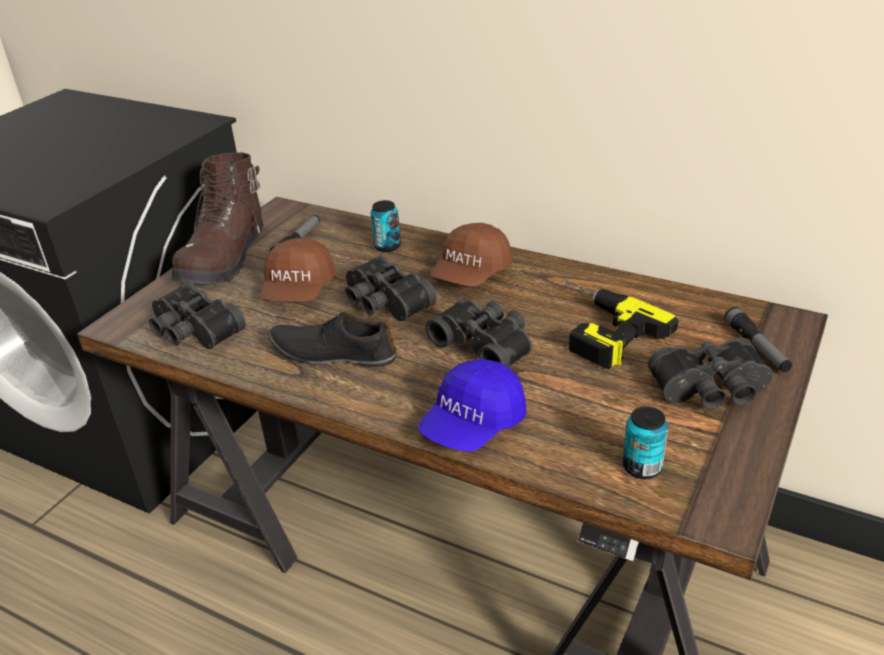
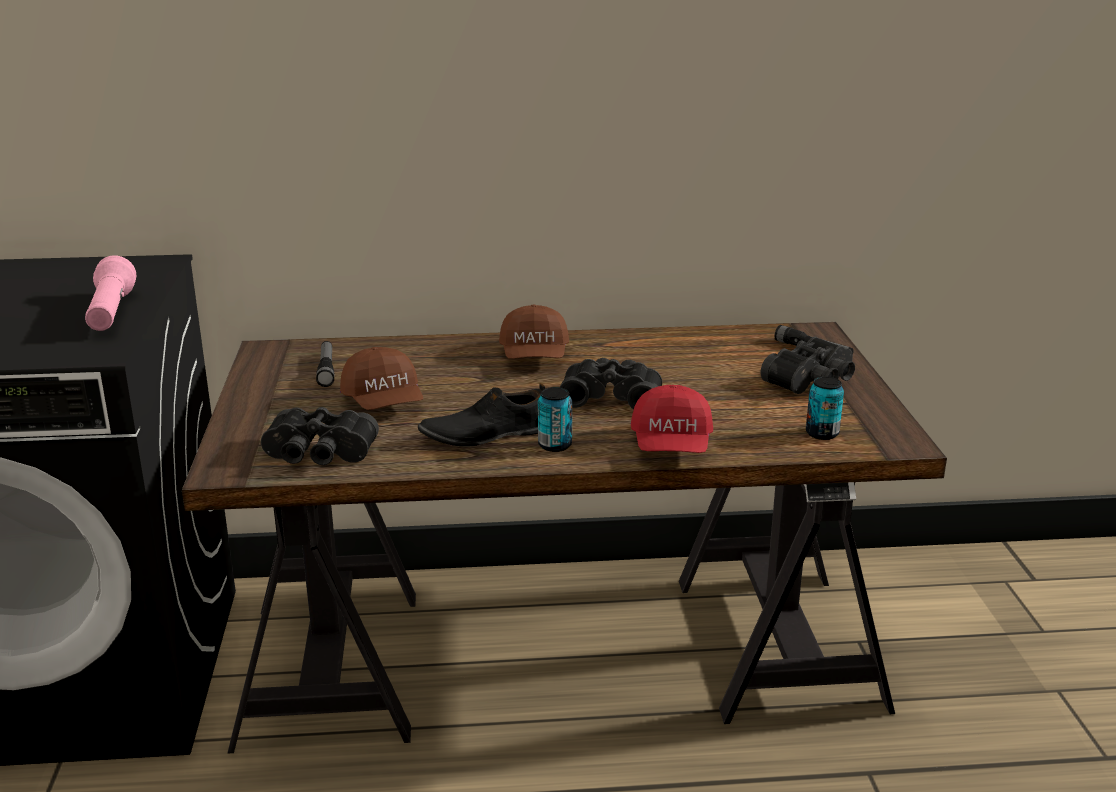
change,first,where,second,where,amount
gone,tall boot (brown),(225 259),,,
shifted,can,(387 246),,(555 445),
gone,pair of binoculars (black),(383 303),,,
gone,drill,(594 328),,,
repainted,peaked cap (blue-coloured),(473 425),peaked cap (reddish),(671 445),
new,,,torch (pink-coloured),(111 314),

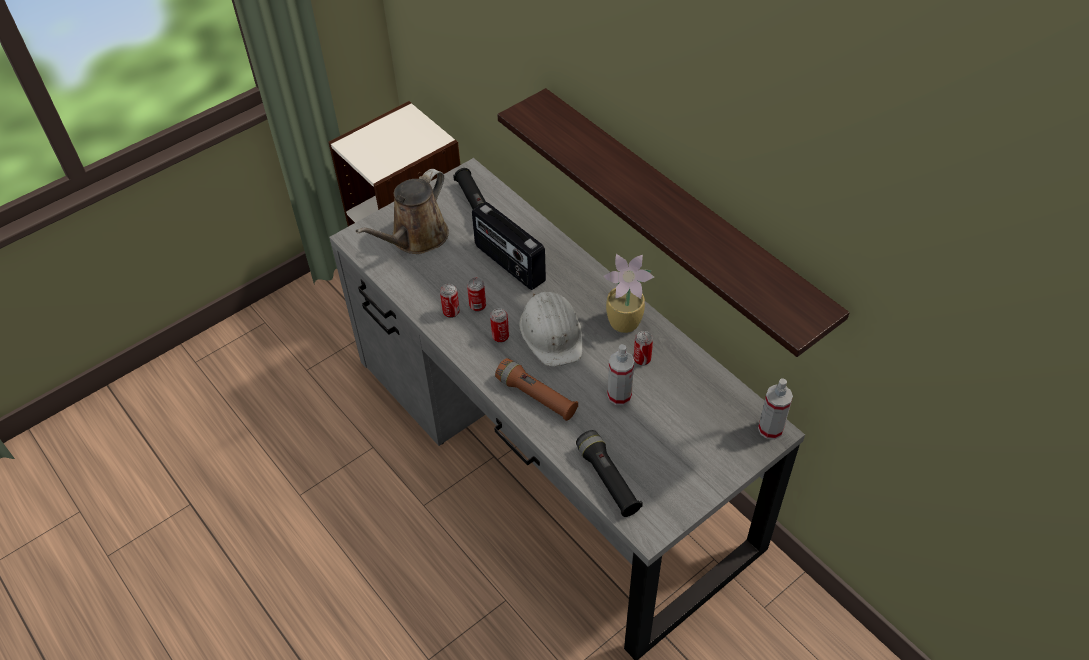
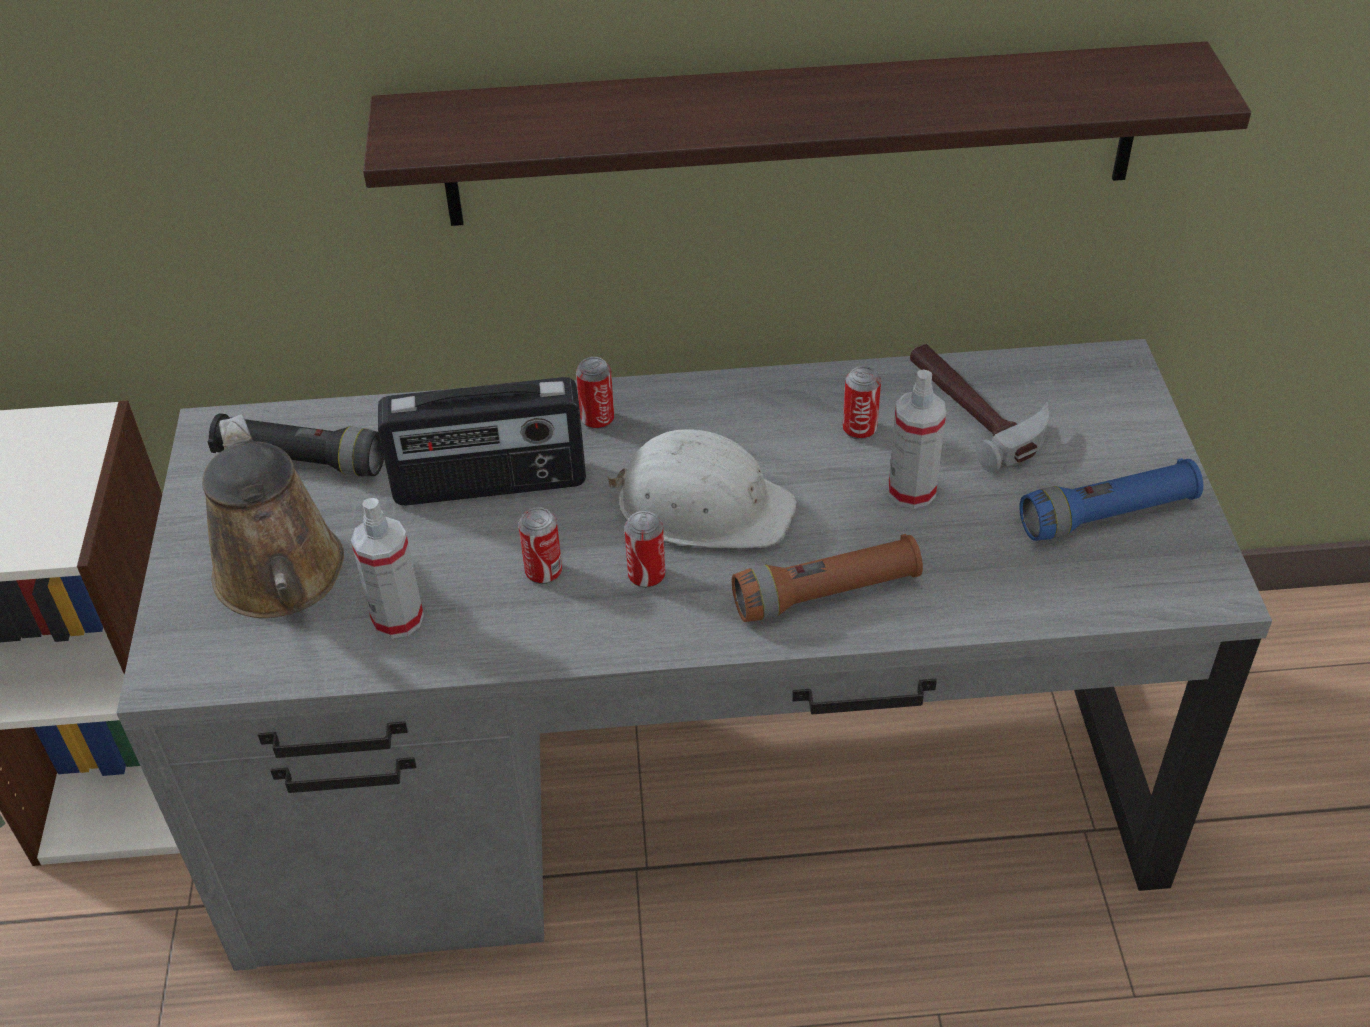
change,first,where,second,where,amount
gone,houseplant,(626 323),,,
shifted,can,(451 312),,(597 419),
shifted,sprayer,(770 429),,(397 619),
gone,torch (black),(608 480),,,
new,,,hand hammer,(976 411),
new,,,torch (blue-coloured),(1107 515),

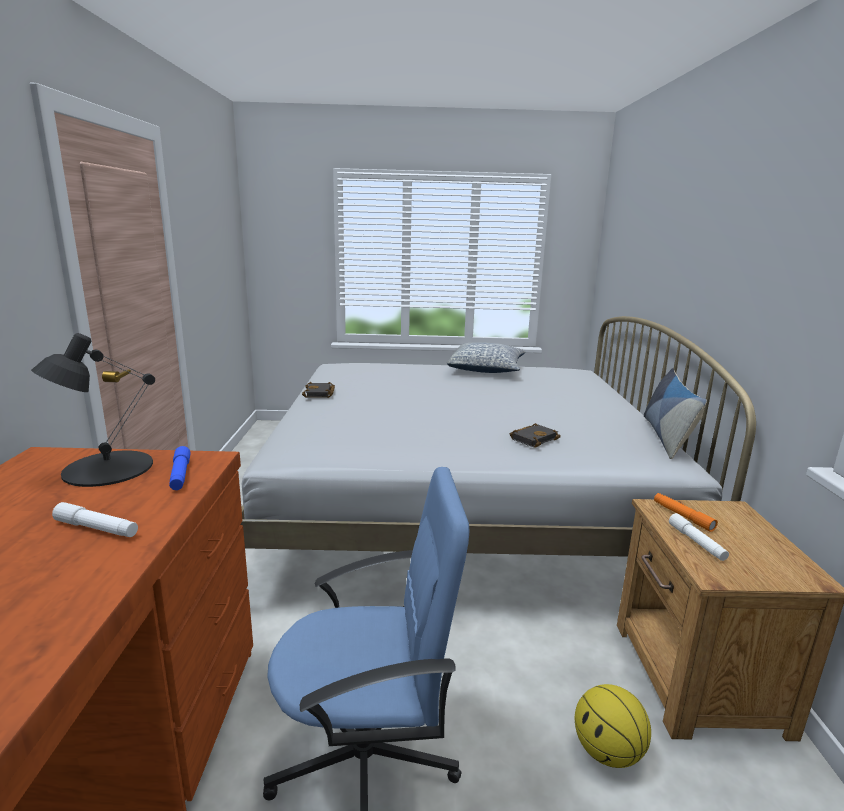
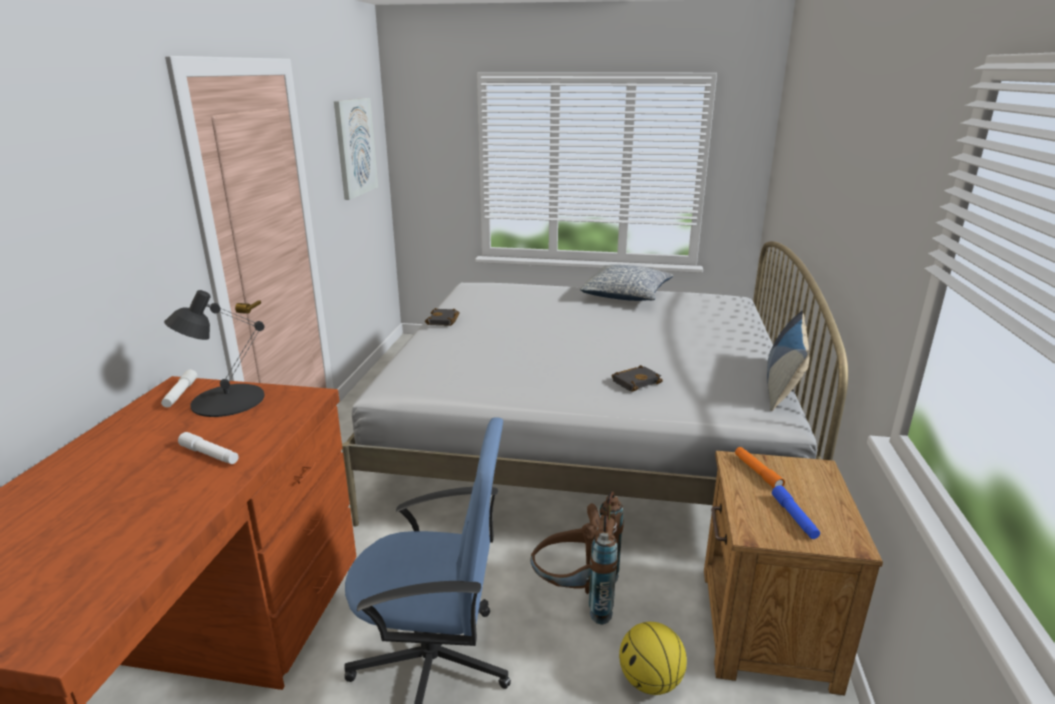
change,first,where,second,where,amount
shifted,torch (blue-coloured),(180 474),,(794 517),
shifted,torch (white-coloured),(696 542),,(180 394),
new,,,wall picture,(355 147),
new,,,rucksack (brown),(576 596),

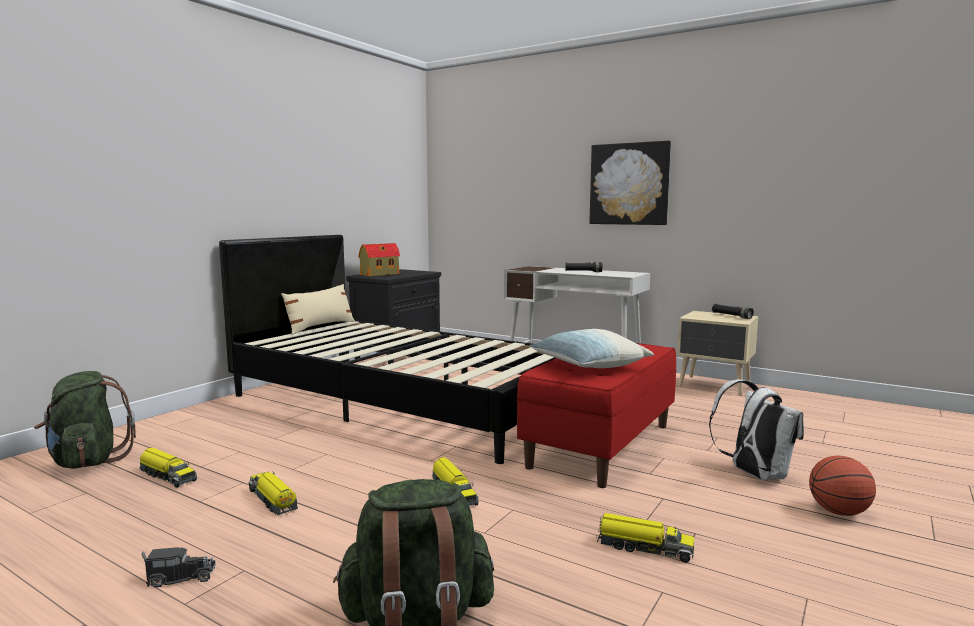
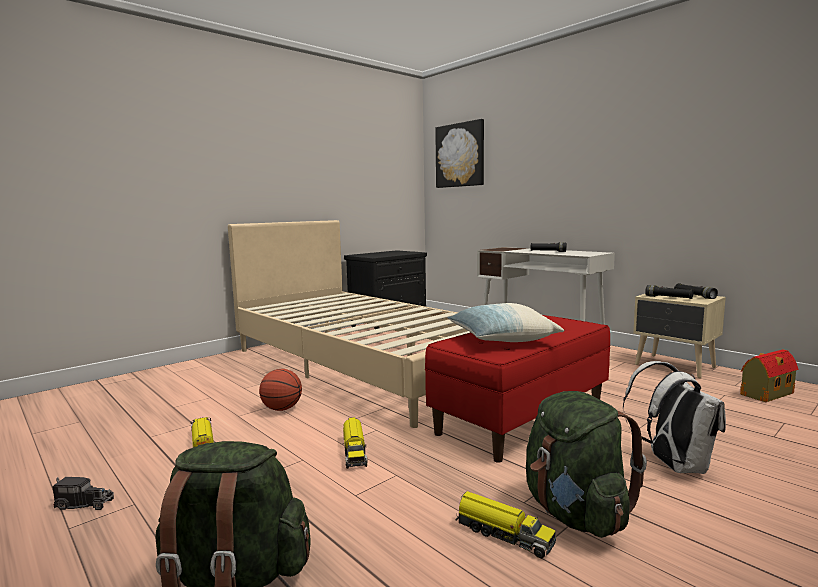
change,first,where,second,where,amount
shifted,wall picture,(629 184),,(460 155),
repainted,bed (black),(401 402),bed (beige),(365 364),
shifted,toy house,(379 274),,(766 394),
gone,pillow (beige),(320 327),,,
shifted,rucksack (green),(87 461),,(575 513),
gone,toy truck,(167 476),,,
shifted,basketball ball,(839 512),,(282 409),
new,,,torch (black),(668 297),

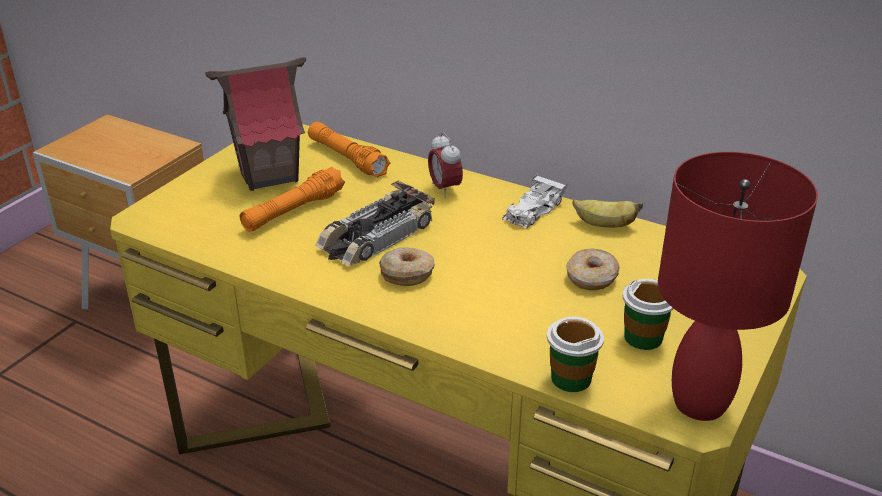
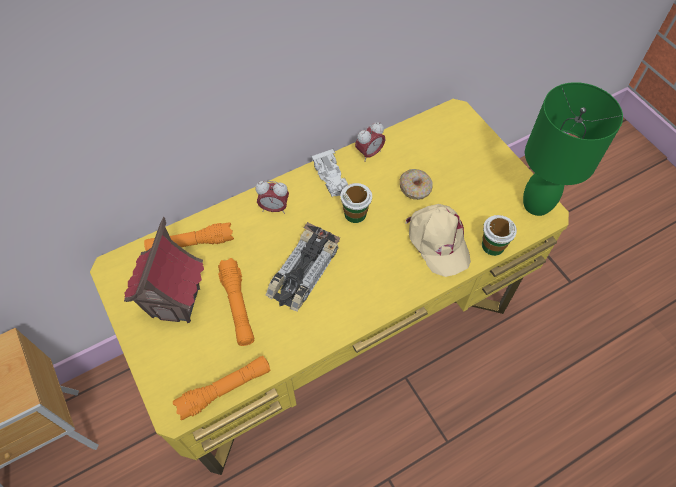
change,first,where,second,where,amount
repainted,lamp for a table (reddish),(698 402),lamp for a table (green),(535 204),
rotated,miniature car,(375 236),,(303 272),45 degrees clockwise
swapped,banana fruit,(604 225),bedside clock,(369 153),
gone,ring doughnut,(407 273),,,
shifted,drinking cup,(643 338),,(355 213),
new,,,peaked cap (beige),(437 241),
new,,,torch (orangey),(225 389),

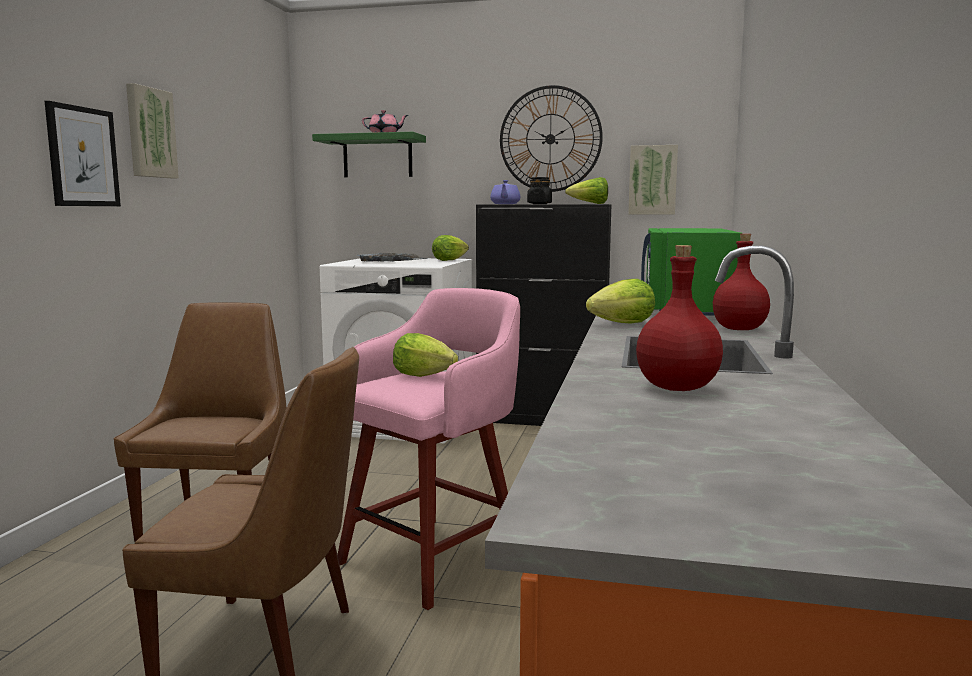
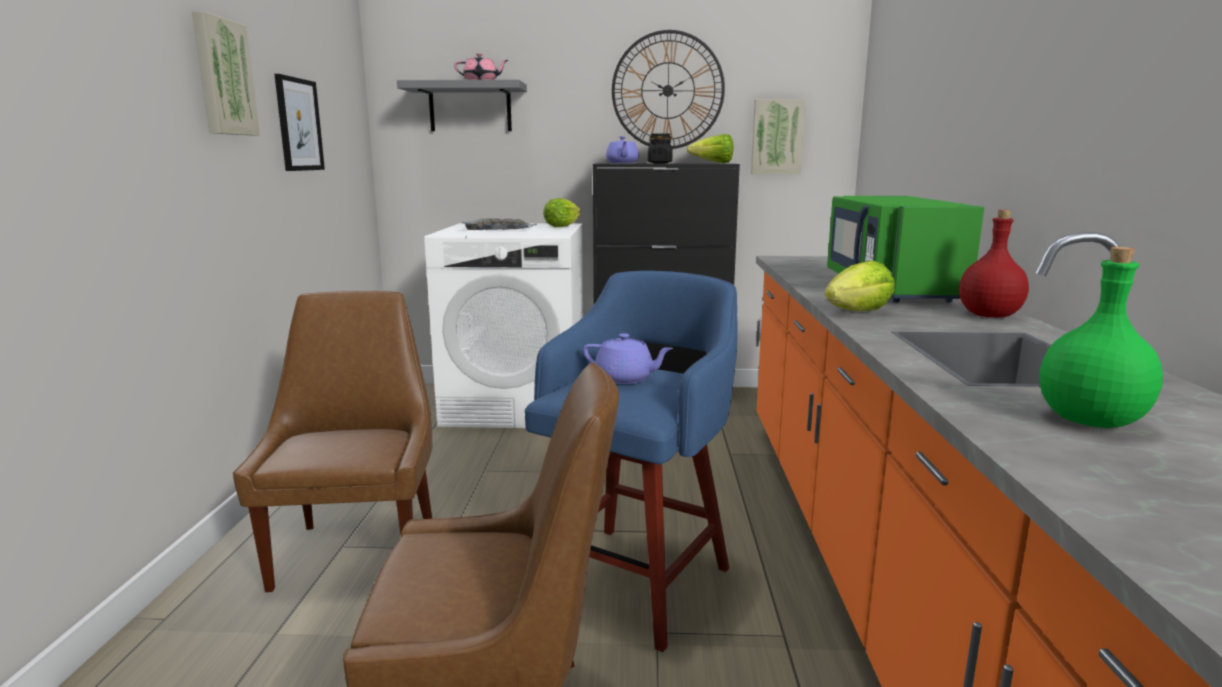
change,first,where,second,where,amount
shifted,wall picture,(82 157),,(299 125),
repainted,bracket shelf (green),(377 157),bracket shelf (gray),(470 108),
repainted,beverage bottle (reddish),(675 388),beverage bottle (green),(1089 421),
repainted,sitting stool (pink-coloured),(435 558),sitting stool (blue-coloured),(635 579),
swapped,lettuce head,(423 376),tea pot (purple),(625 378),

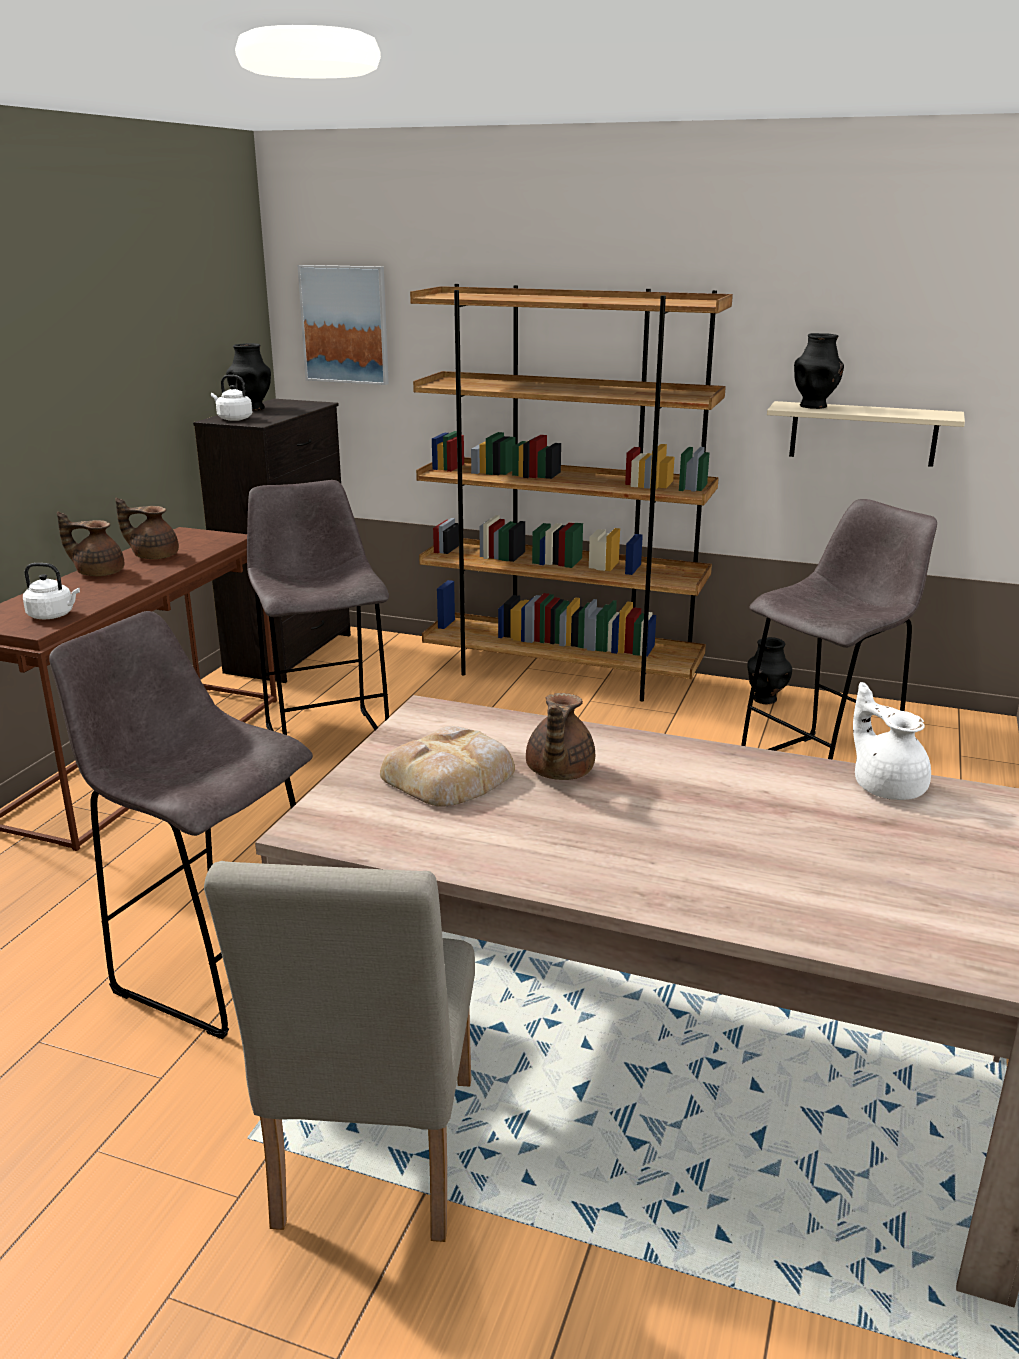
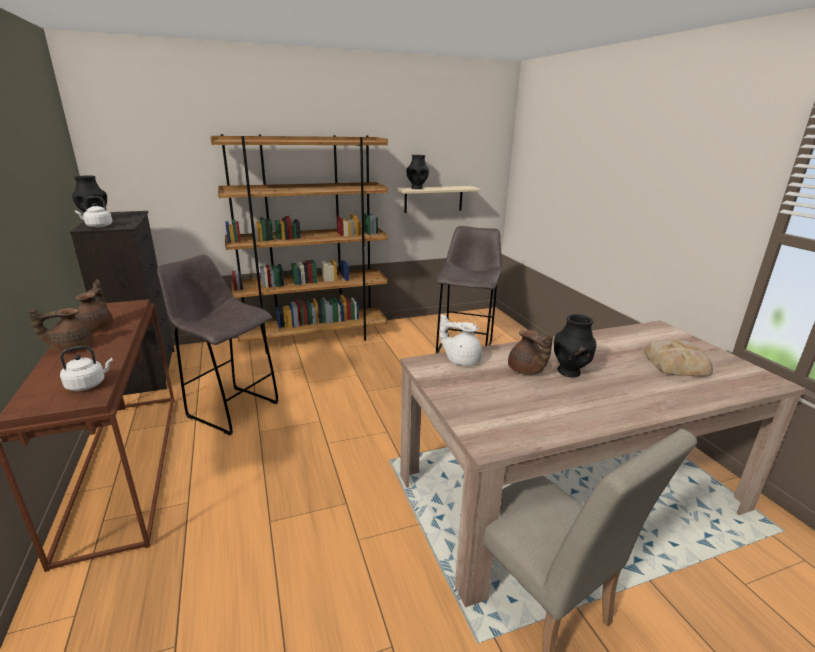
change,first,where,second,where,amount
gone,wall picture,(345 324),,,
rotated,tea pot (brown),(154 556),,(97 326),120 degrees clockwise
gone,sitting stool (gray),(214 968),,,
shifted,decorative vase (black),(765 699),,(569 372),
shifted,tea pot (white-coloured),(887 786),,(461 360),
shifted,bread,(451 776),,(676 363),

